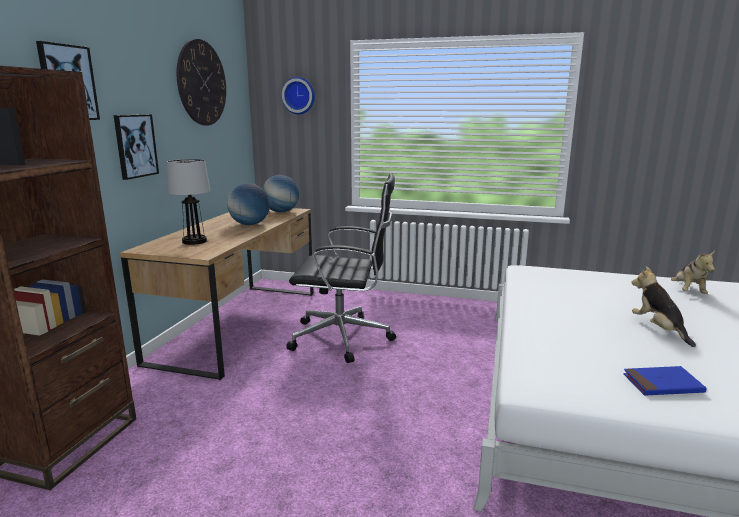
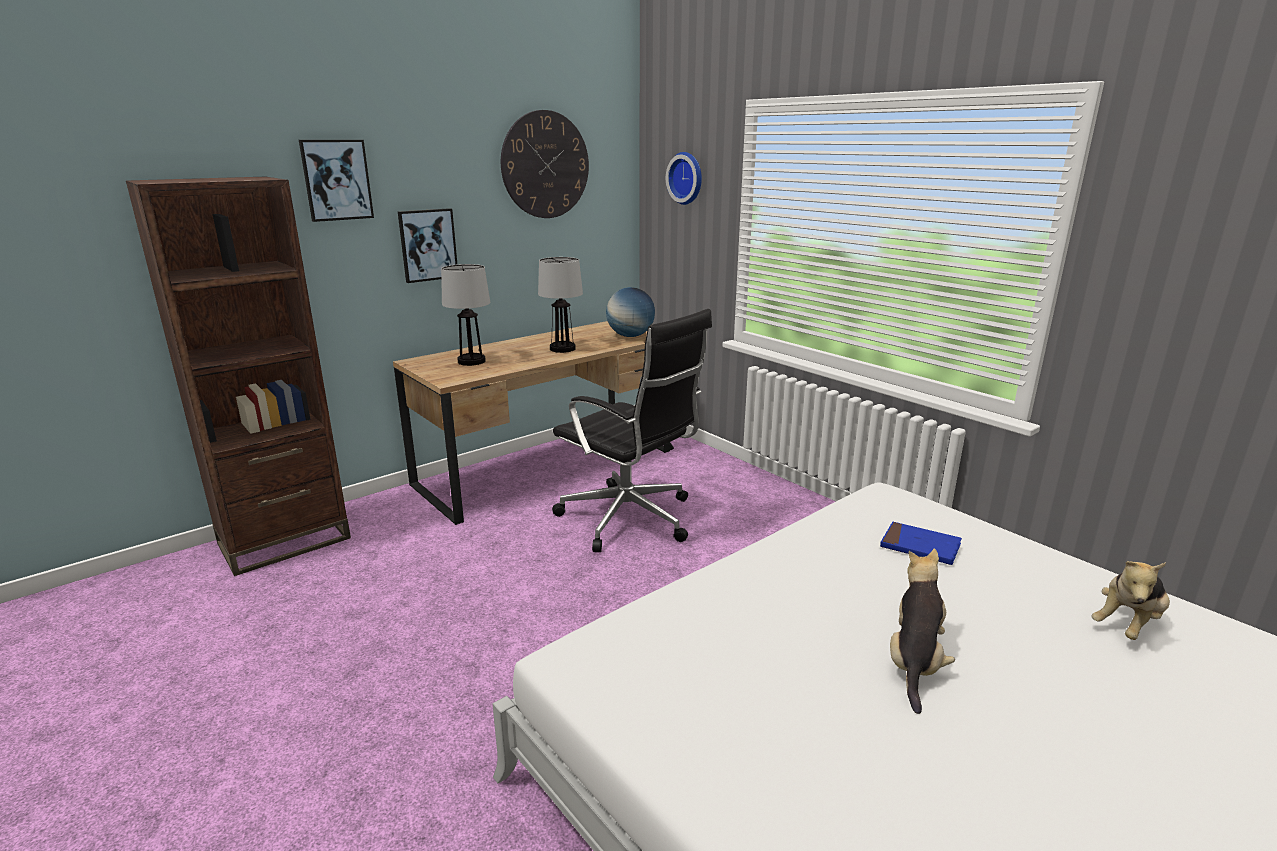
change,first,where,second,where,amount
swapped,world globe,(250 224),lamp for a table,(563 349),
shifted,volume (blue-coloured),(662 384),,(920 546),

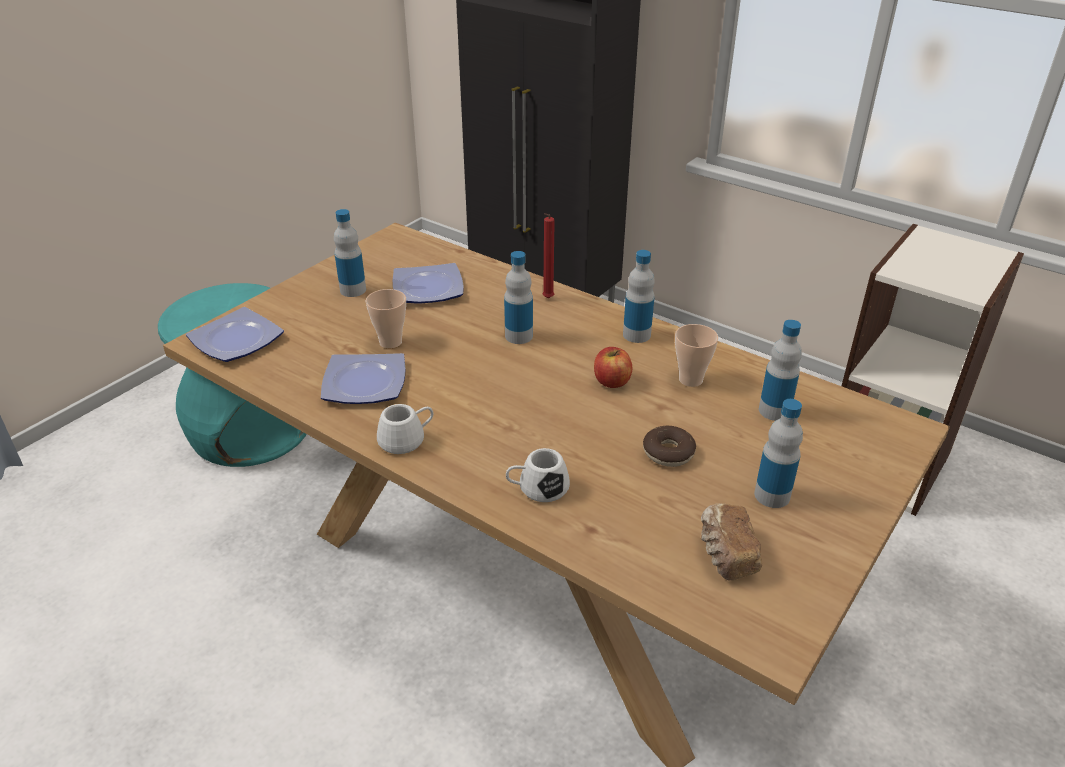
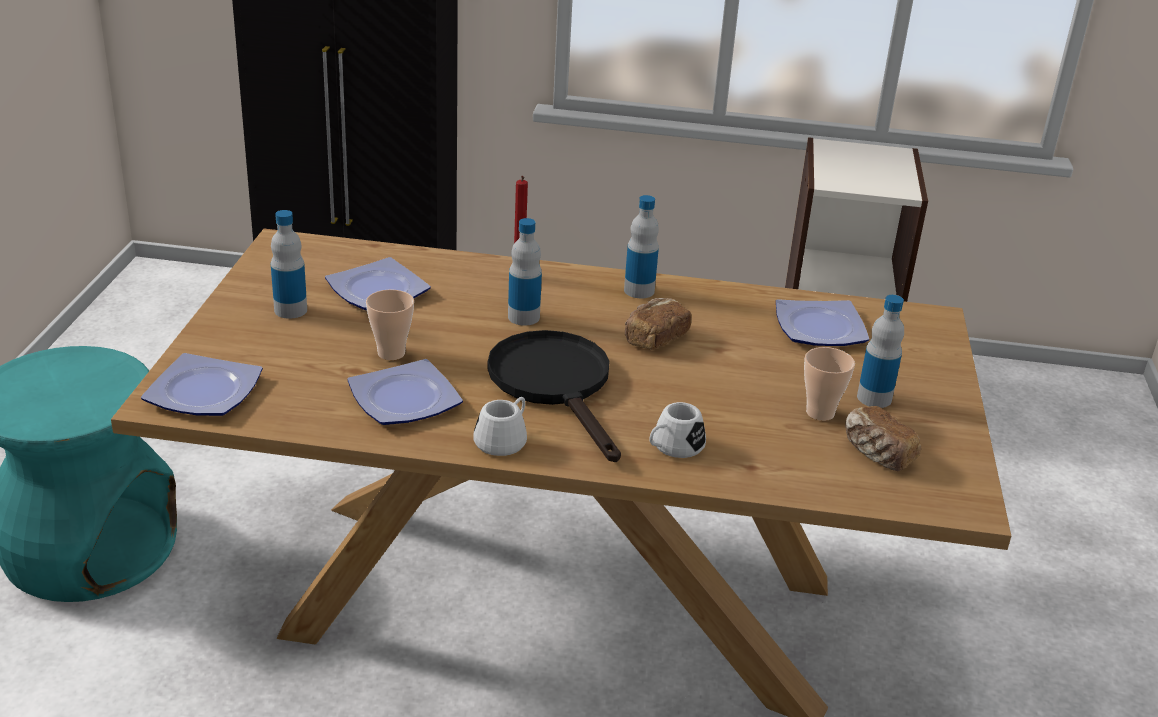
change,first,where,second,where,amount
swapped,beverage bottle,(774 411),dinner plate,(818 329),
shifted,drinking cup,(690 380),,(820 413),
swapped,whole apple,(611 381),bread,(654 338),
gone,ring doughnut,(668 453),,,
new,,,pan (black),(556 385),

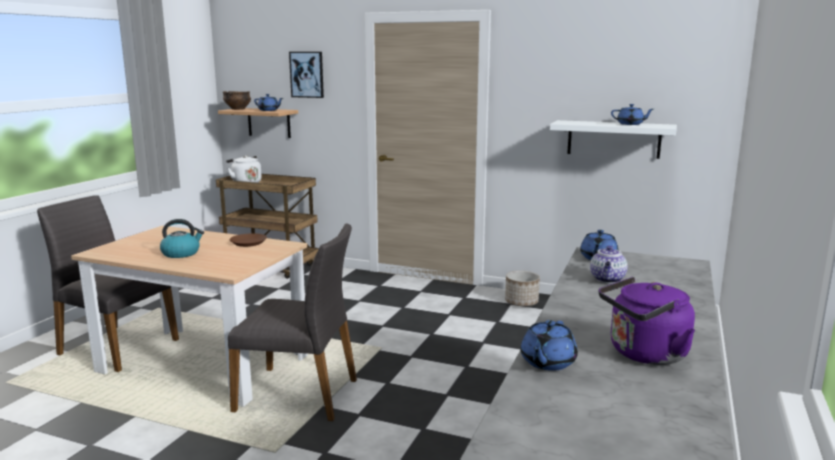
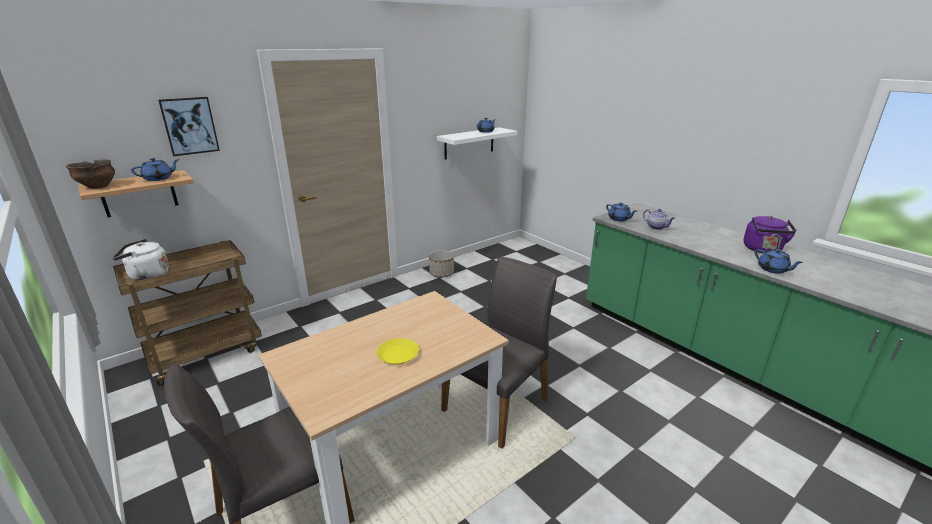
change,first,where,second,where,amount
swapped,kettle,(181 253),dinner plate (yellow),(397 355),
gone,dinner plate (brown),(248 243),,,

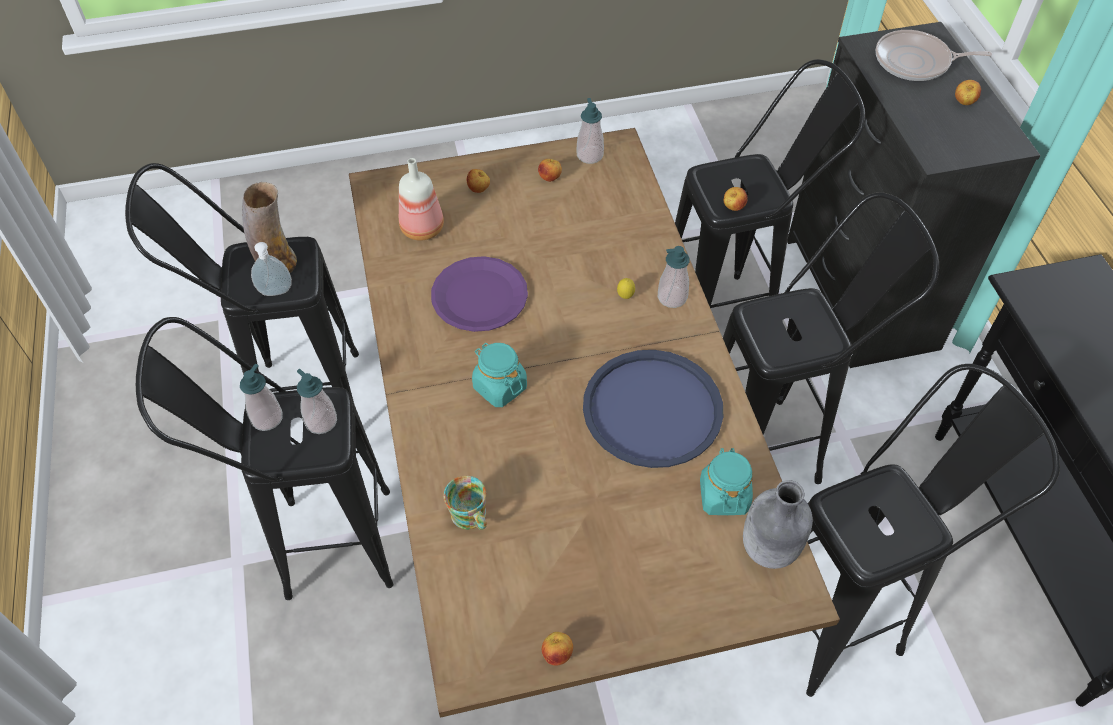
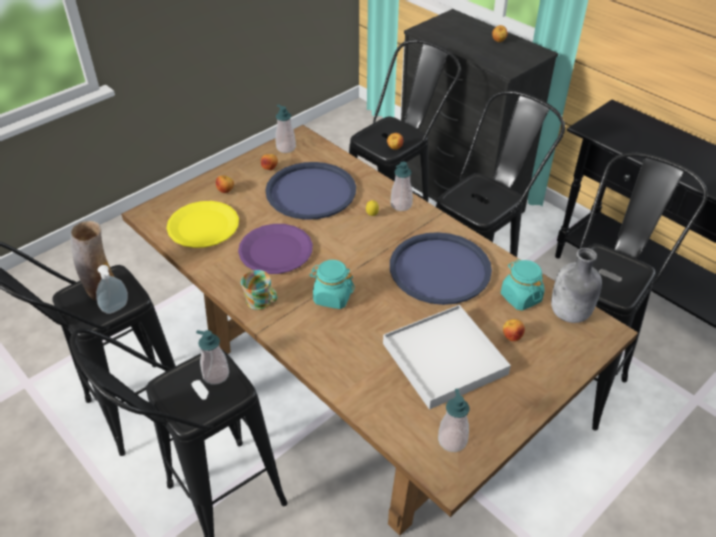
change,first,where,second,where,amount
gone,pan,(916 62),,,
swapped,beverage bottle,(423 227),dinner plate (yellow),(203 226),
shifted,soap bottle,(267 418),,(452 440),
shifted,tea mug,(470 518),,(262 302),
shifted,whole apple,(557 654),,(511 337),
new,,,serving tray (blue-coloured),(311 192),
new,,,serving tray (white-coloured),(444 358),

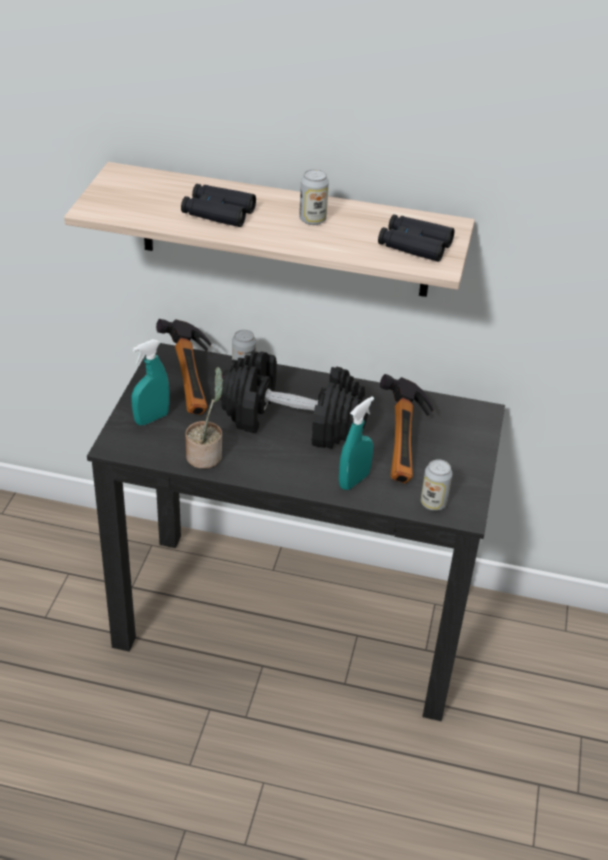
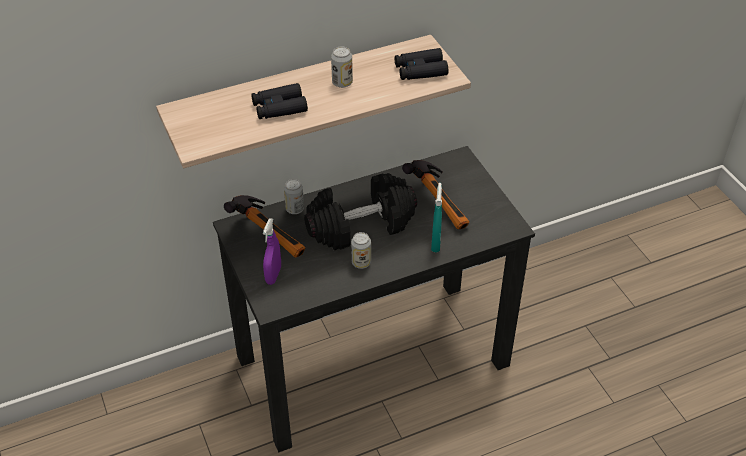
change,first,where,second,where,amount
repainted,sprayer (turquoise),(151 418),sprayer (purple),(273 275),
gone,houseplant,(206 455),,,
shifted,can,(433 503),,(361 263),

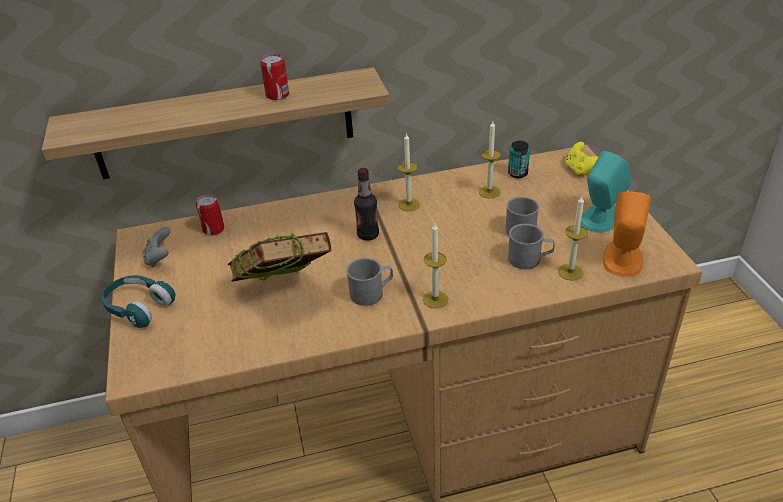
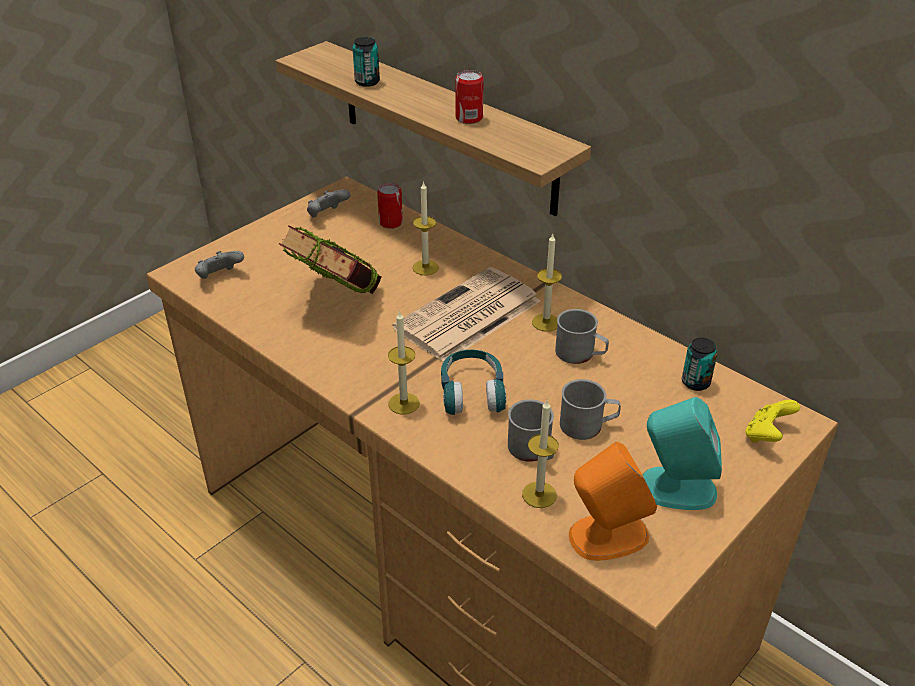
change,first,where,second,where,amount
shifted,wax light,(489 192),,(425 267),
swapped,beverage bottle,(368 235),newspaper,(467 316),
shifted,tea mug (gray),(371 292),,(580 354),
shifted,pair of headphones (turquoise),(139 307),,(472 392),
new,,,can,(367 82),
new,,,game controller (gray),(219 277),

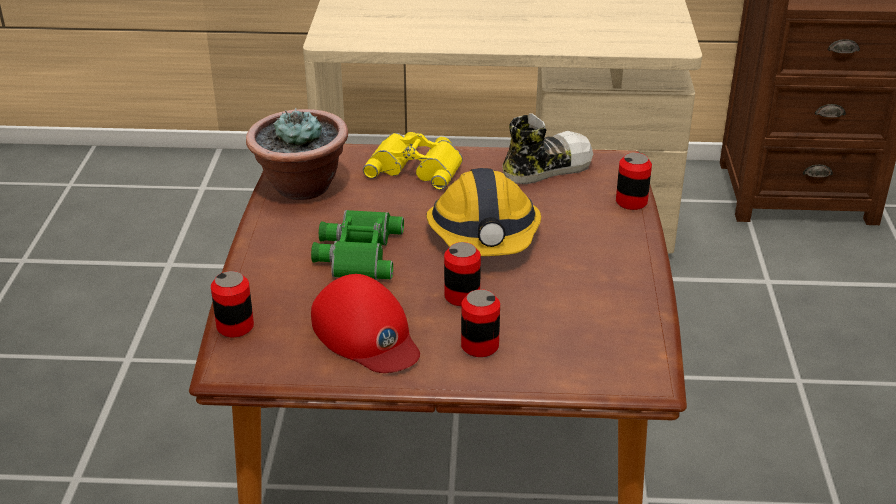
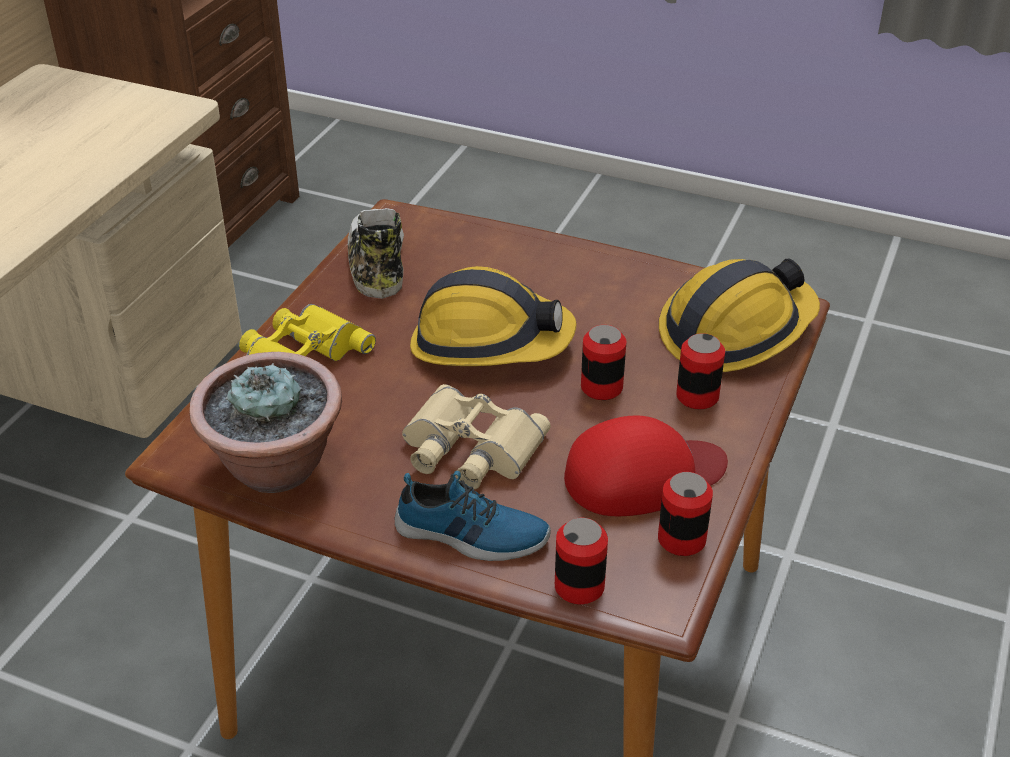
change,first,where,second,where,amount
shifted,can,(631 202),,(681 539),
repainted,pair of binoculars (green),(357 252),pair of binoculars (beige),(469 449),
new,,,safety helmet,(736 331),
new,,,shoe,(471 535),

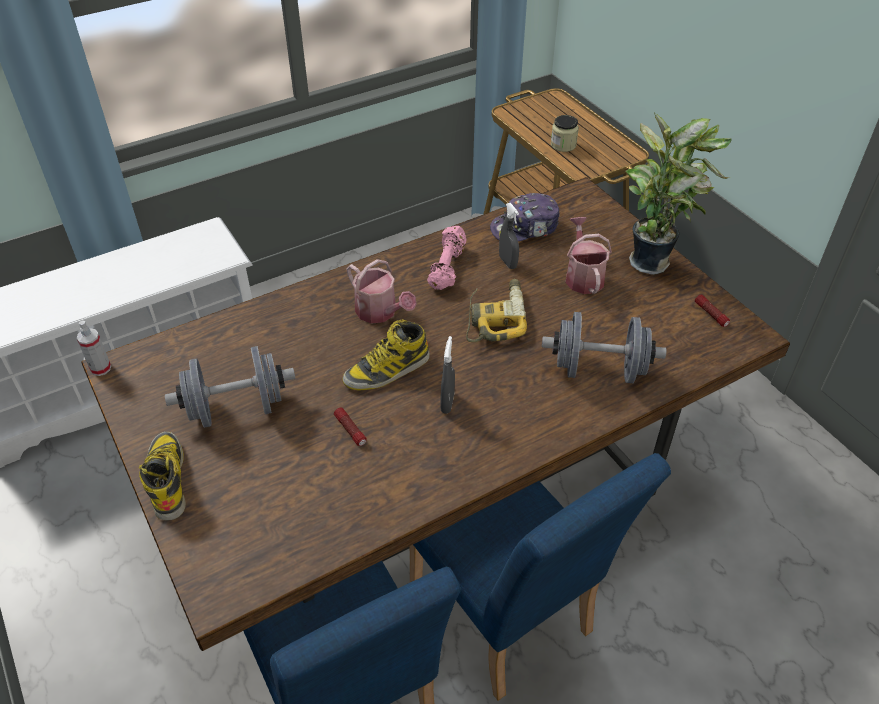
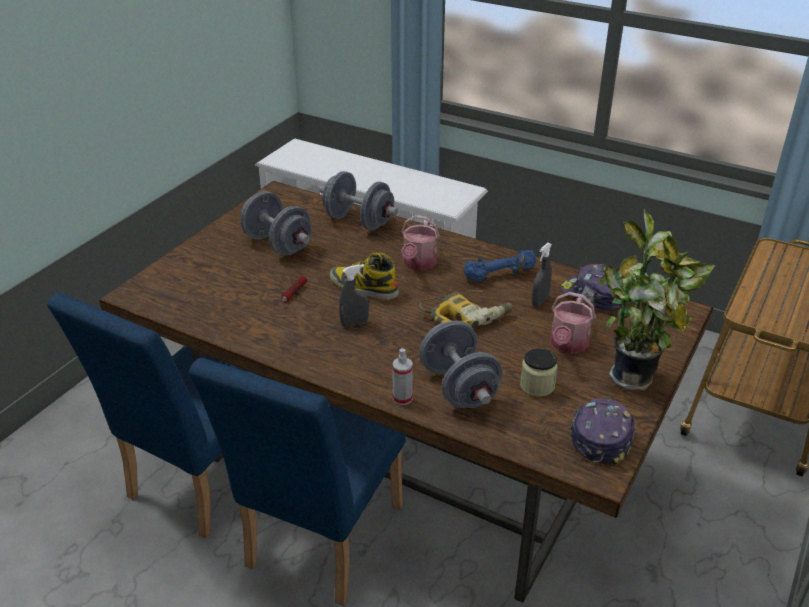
change,first,where,second,where,amount
shifted,preserve jar,(563 145),,(537 386),
rotated,watering can,(583 276),,(567 345),150 degrees clockwise
repainted,hand weight (pink-coloured),(448 268),hand weight (blue-coloured),(500 275),
swapped,torch,(711 314),peaked cap,(601 436),
shifted,sprayer,(100 368),,(402 398),
gone,tall boot,(167 478),,,
new,,,hand weight (gray),(358 221),

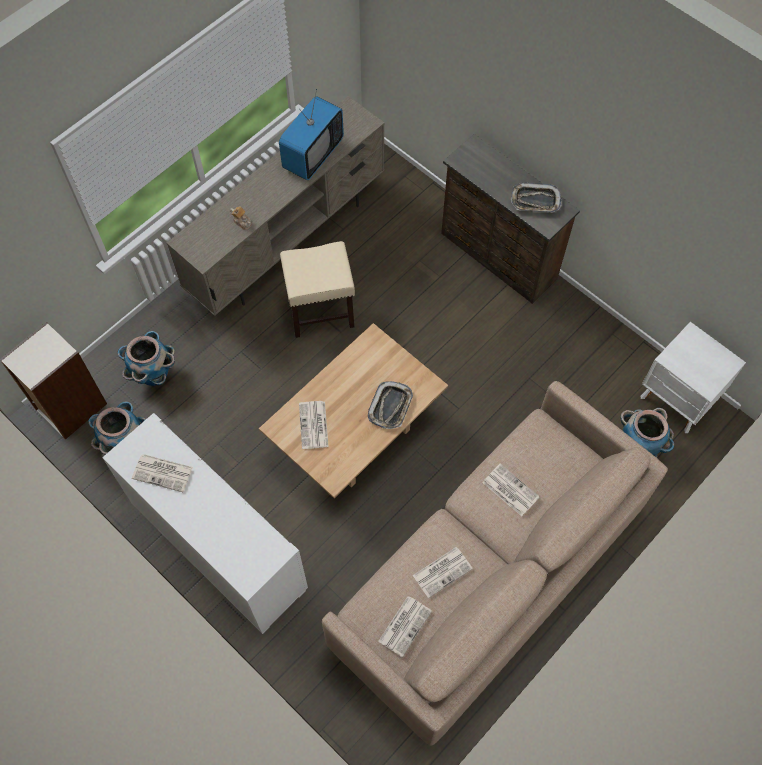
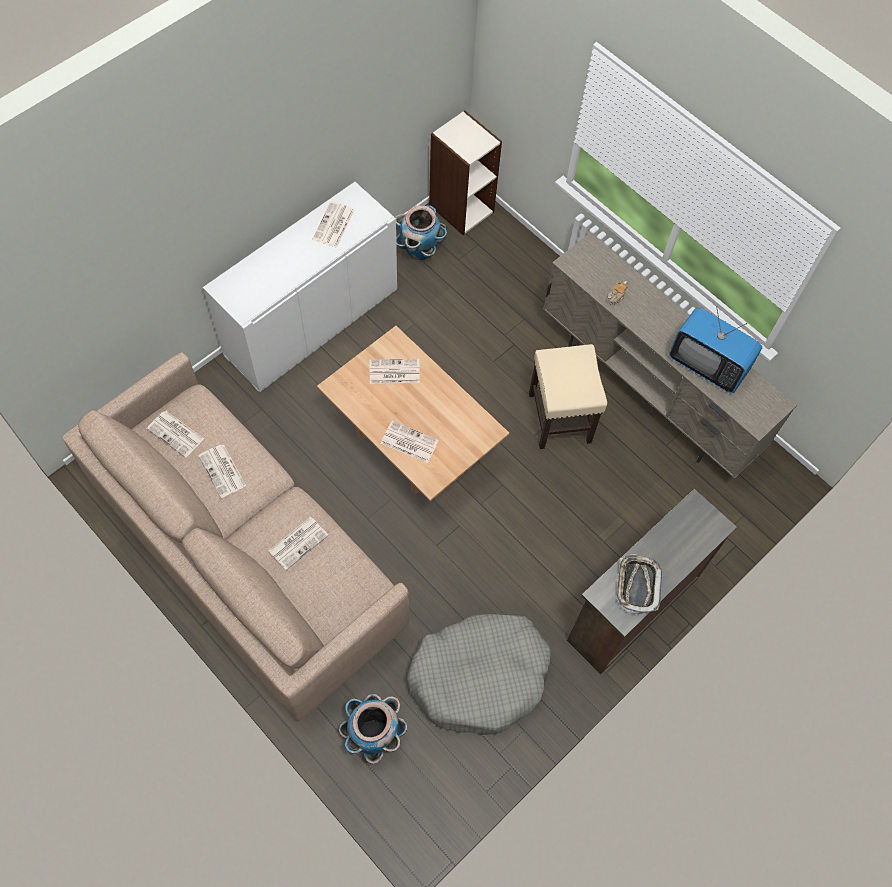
change,first,where,second,where,amount
gone,night table (white-coloured),(678 400),,,
gone,flower pot,(153 374),,,
swapped,serving tray,(390 407),newspaper,(408 442),
new,,,dog cushion (gray),(479 676),

